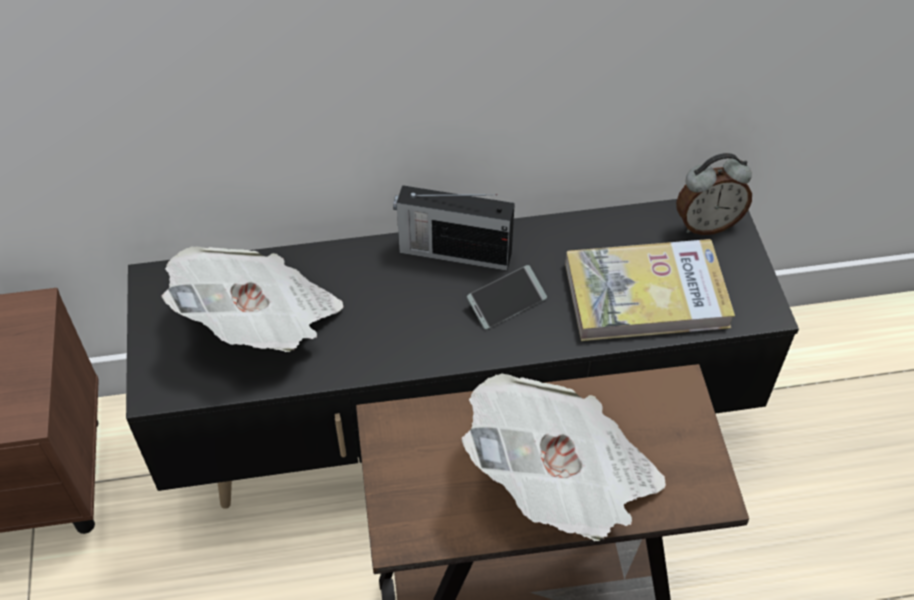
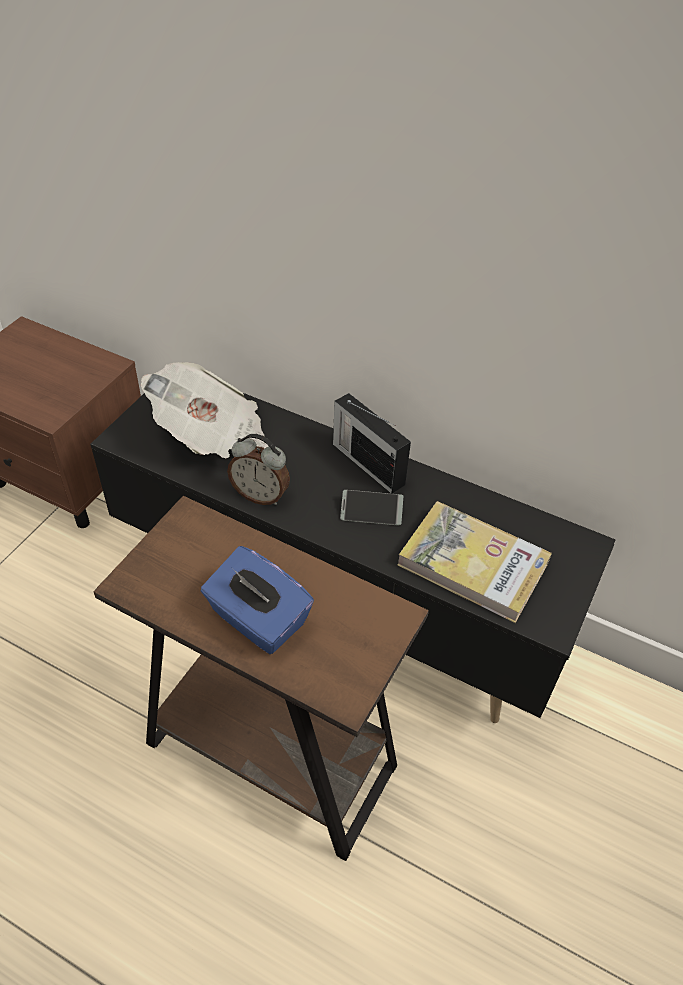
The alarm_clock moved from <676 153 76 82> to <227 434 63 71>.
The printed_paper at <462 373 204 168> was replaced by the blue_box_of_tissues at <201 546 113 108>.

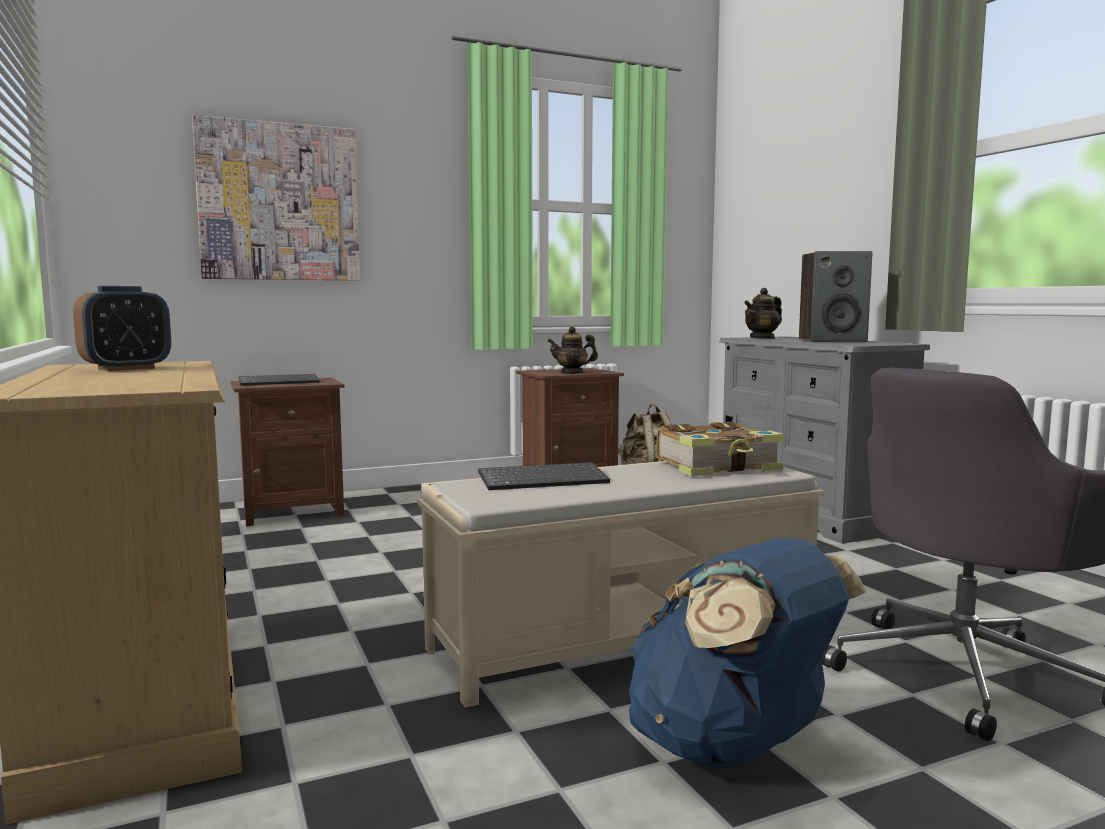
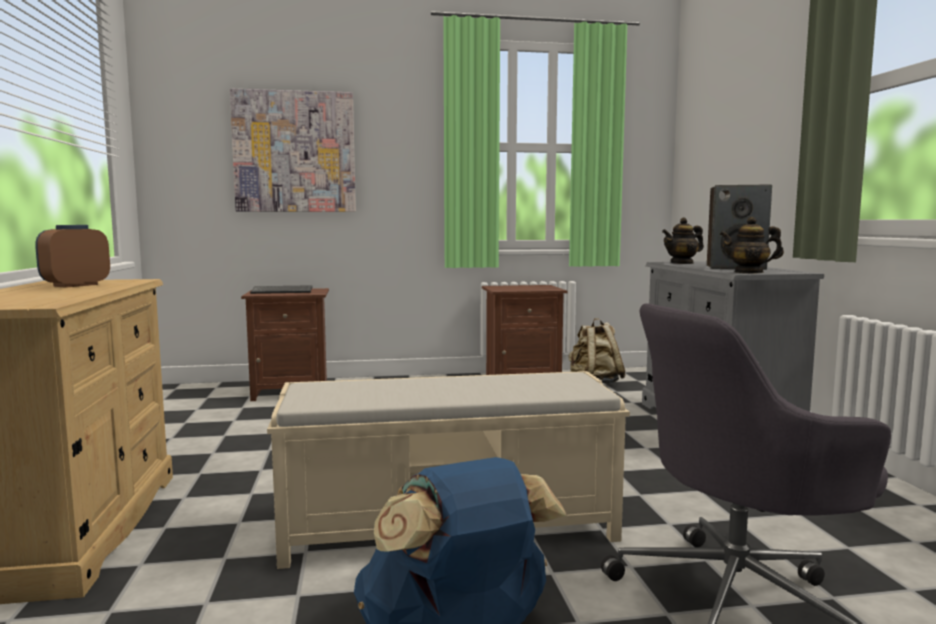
The computer_keyboard at <478 462 132 28> disappeared.
The bound_book at <656 422 129 54> disappeared.
The pot_for_tea moved from <547 326 51 48> to <719 217 65 56>.
The alarm_clock at <73 286 98 85> turned 150 degrees clockwise.

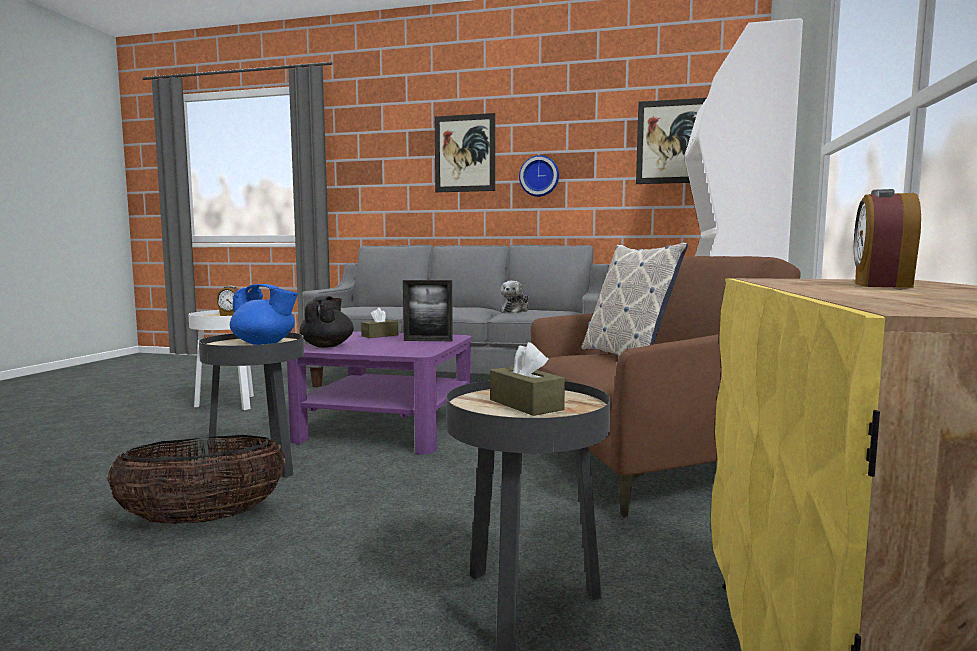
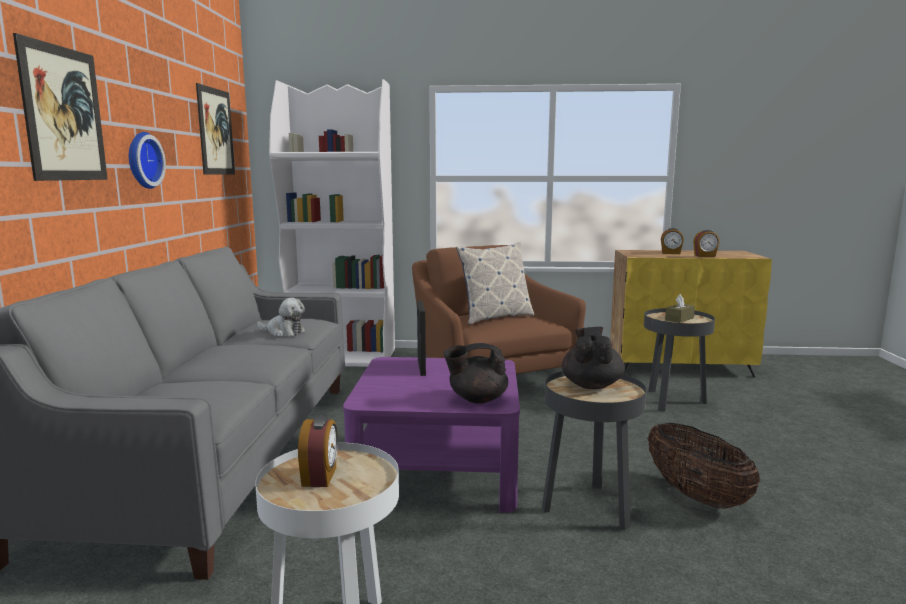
The brown-coloured_box_of_tissues at <361 308 38 30> disappeared.
The alarm_clock at <693 230 26 27> appeared.
The blue_pot_for_tea at <230 284 68 61> became the black_pot_for_tea at <562 327 63 62>.

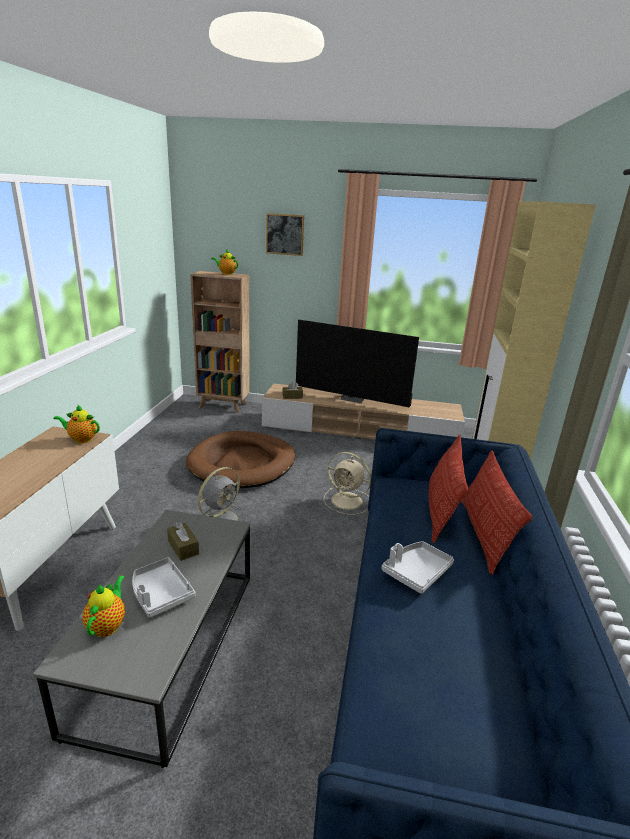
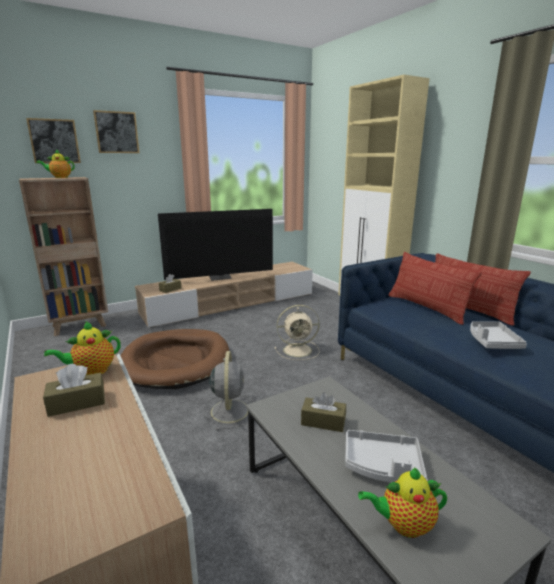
The wall_art at <26 118 55 45> appeared.
The brown-coloured_box_of_tissues at <43 364 62 53> appeared.
The pot_for_tea at <82 575 43 62> turned 60 degrees counterclockwise.

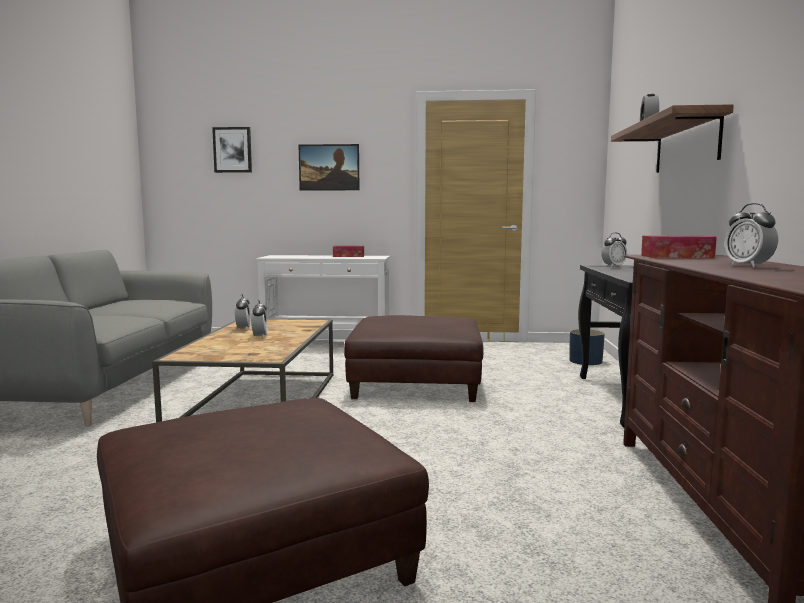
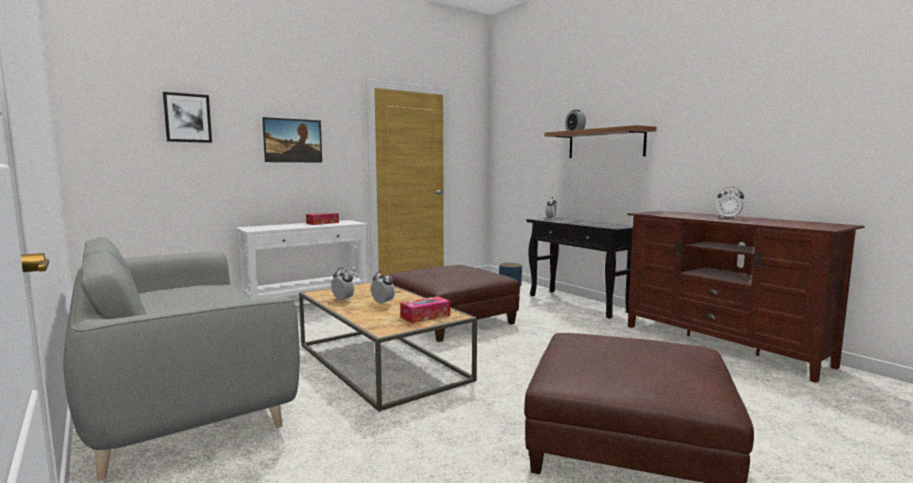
The box_of_tissues moved from <641 236 76 22> to <400 296 50 27>.

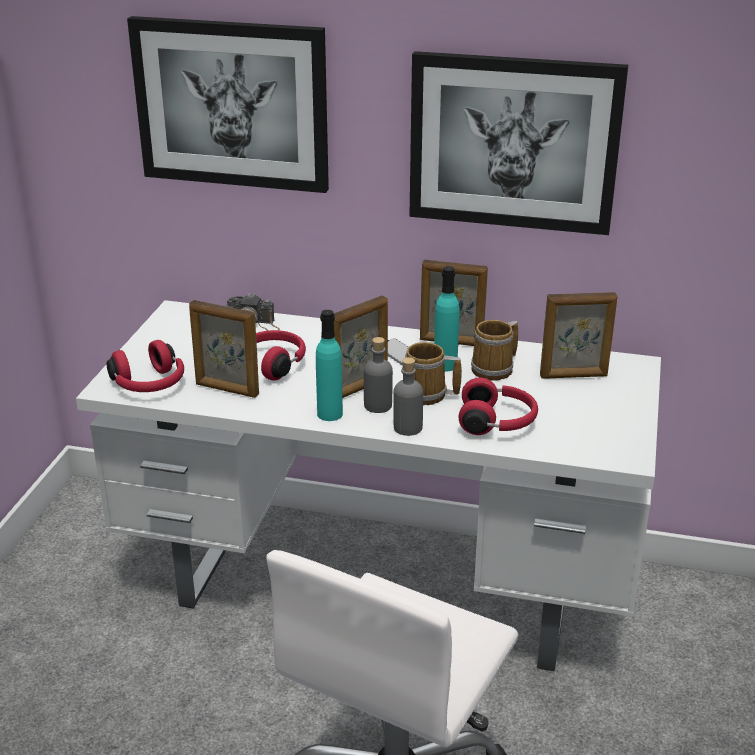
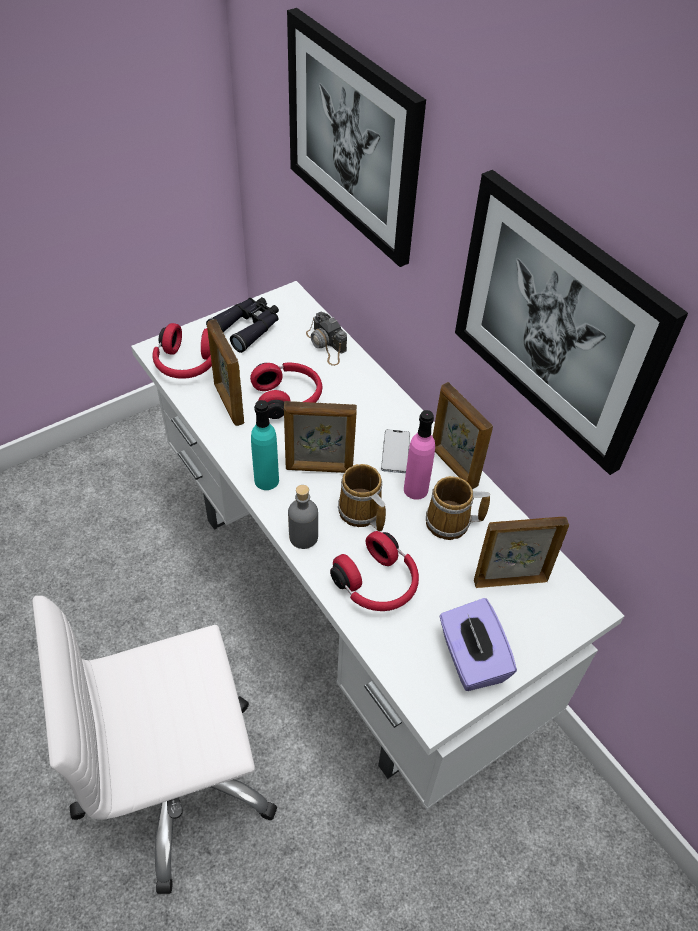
The greyish_beverage_bottle at <364 337 29 76> disappeared.
The black_field_glasses at <206 297 73 56> appeared.
The purple-coloured_box_of_tissues at <439 598 78 93> appeared.
The turquoise-coloured_beverage_bottle at <434 266 25 105> became the pink-coloured_beverage_bottle at <404 410 31 90>.
The picture_frame at <540 292 77 87> turned 135 degrees clockwise.

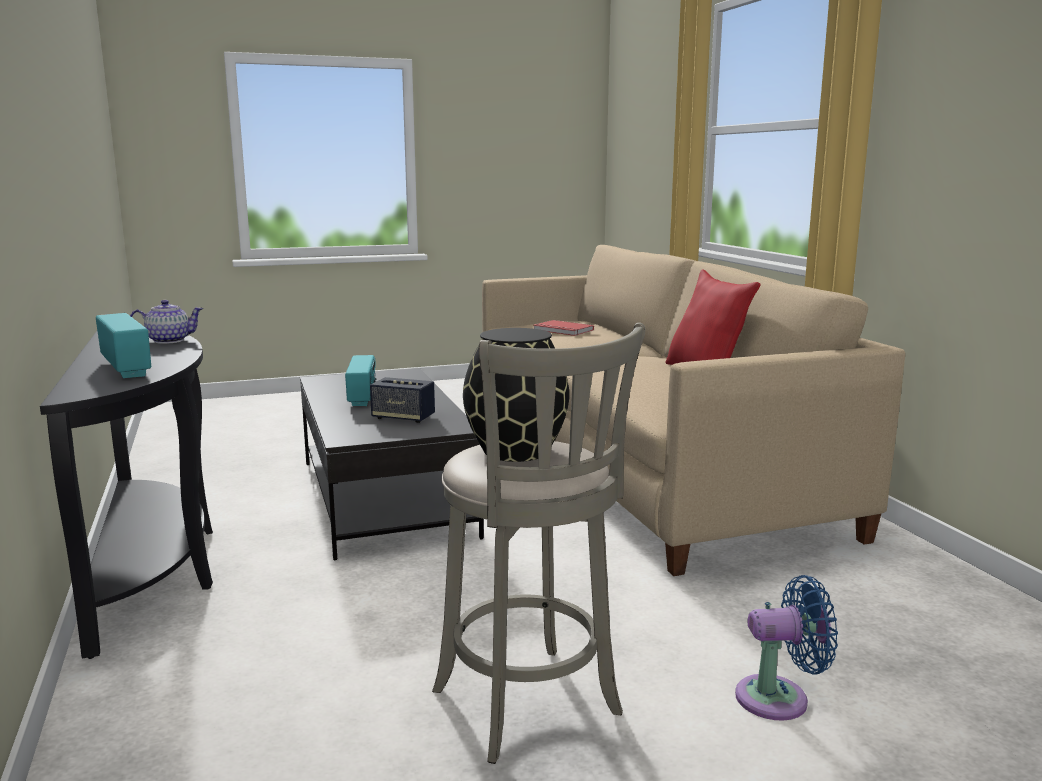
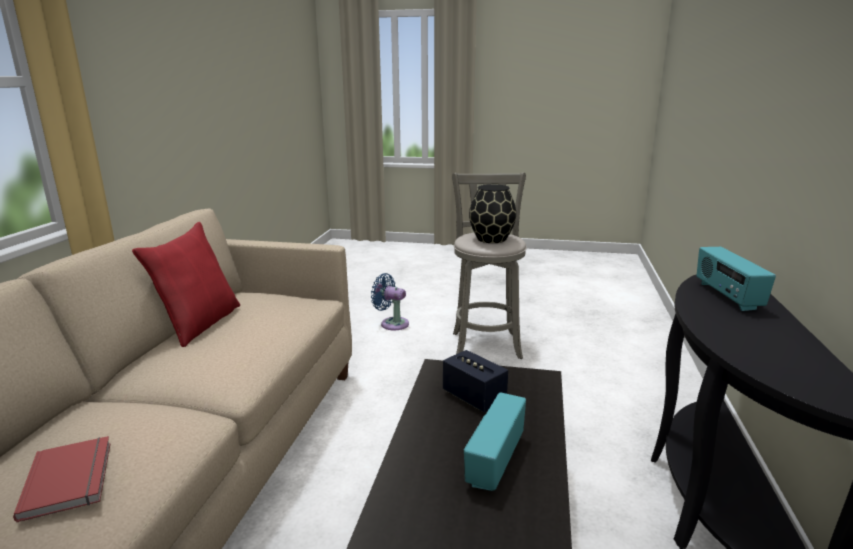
The pot_for_tea at <130 300 73 44> disappeared.

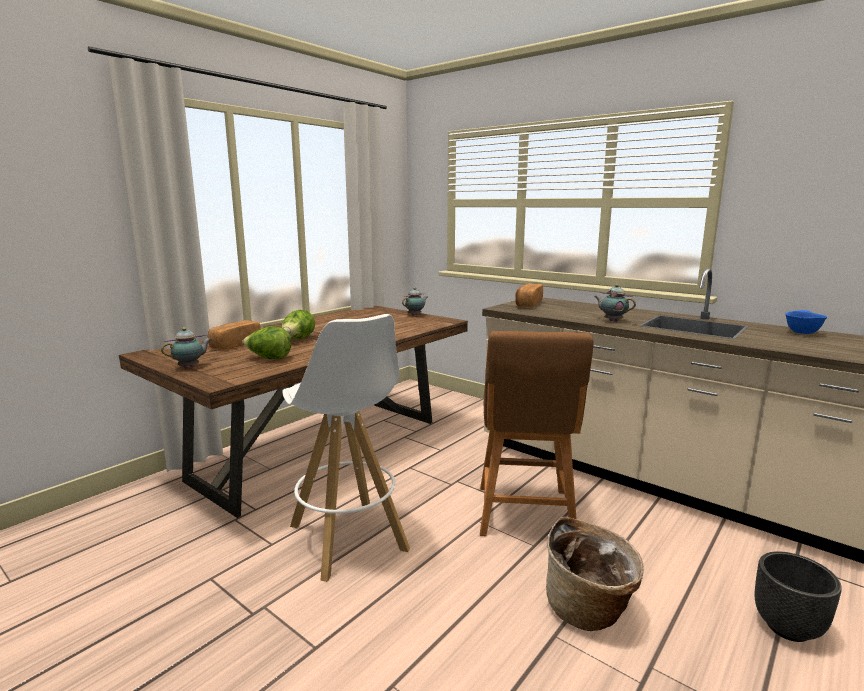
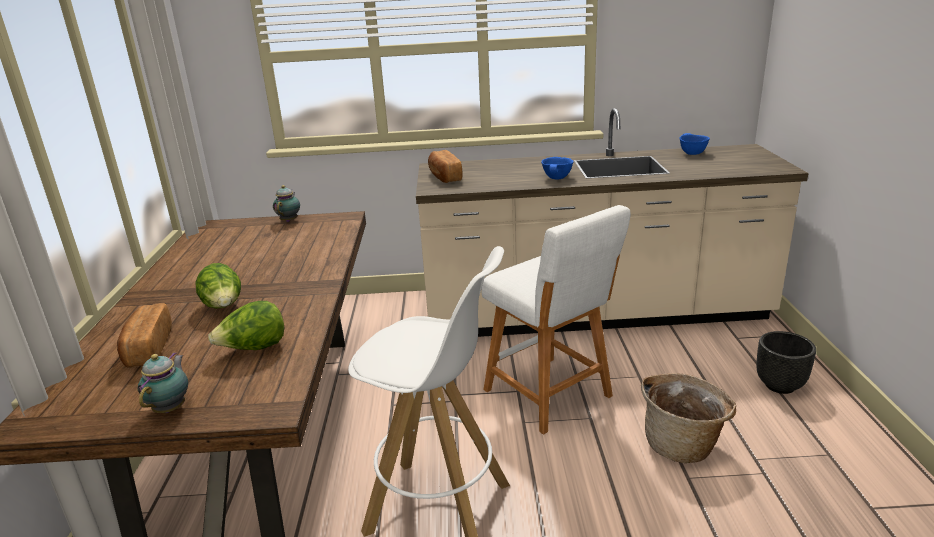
The pot_for_tea at <594 284 42 38> was replaced by the blue_bowl at <541 157 33 22>.
The brown-coloured_sitting_stool at <480 331 114 205> became the white_sitting_stool at <481 205 150 229>.

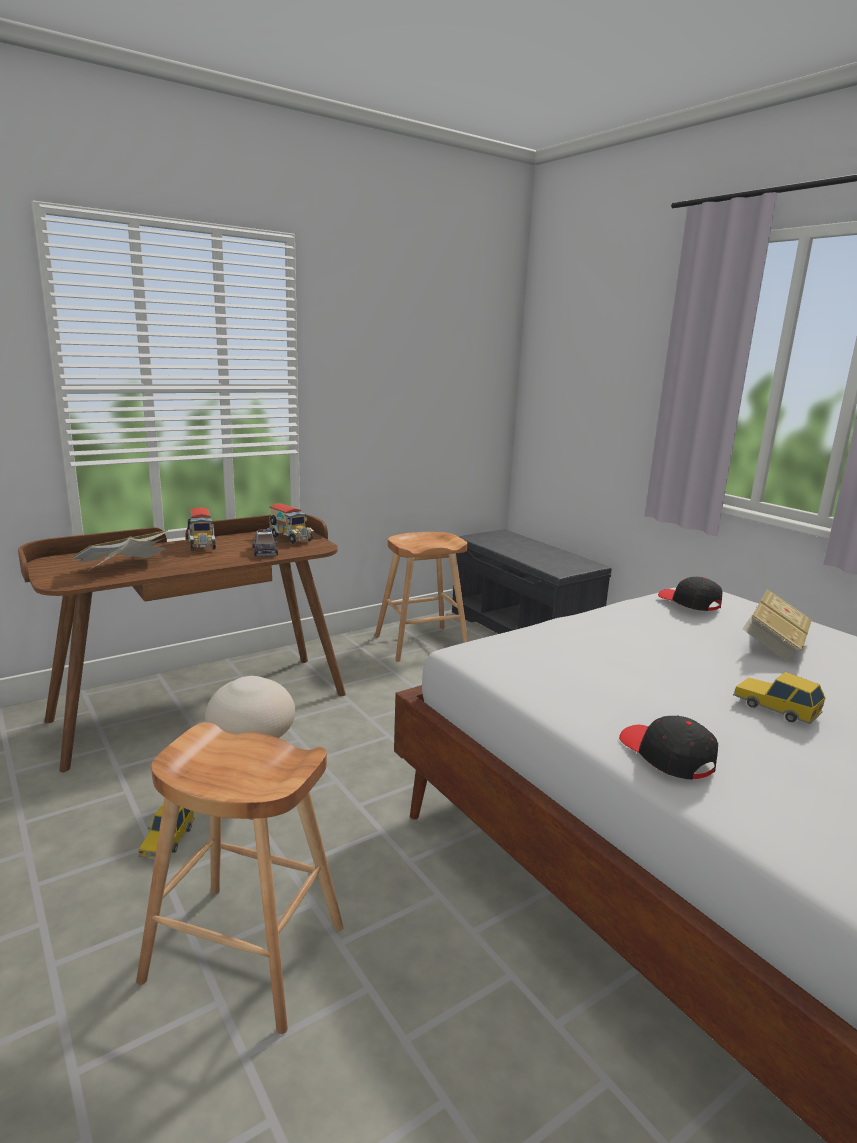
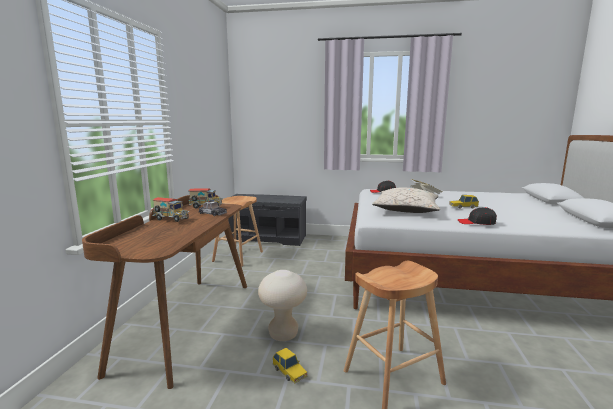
The bound_book at <71 530 97 40> disappeared.
The beige_pillow at <372 187 68 26> appeared.

